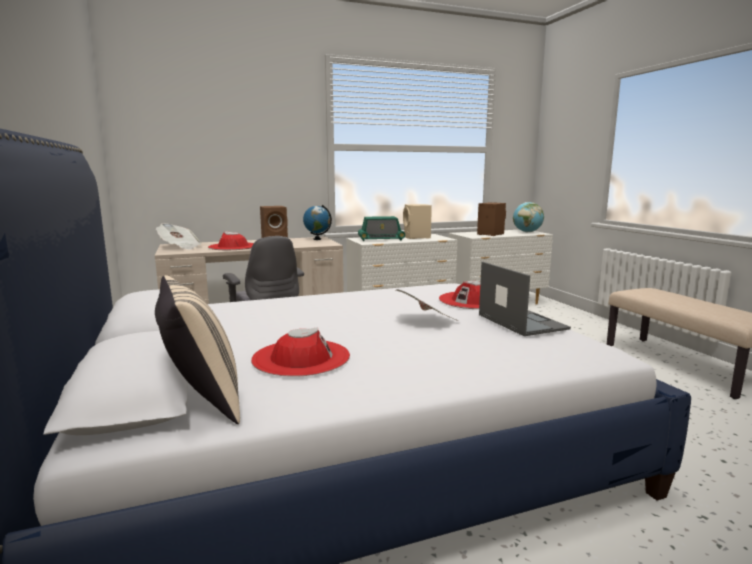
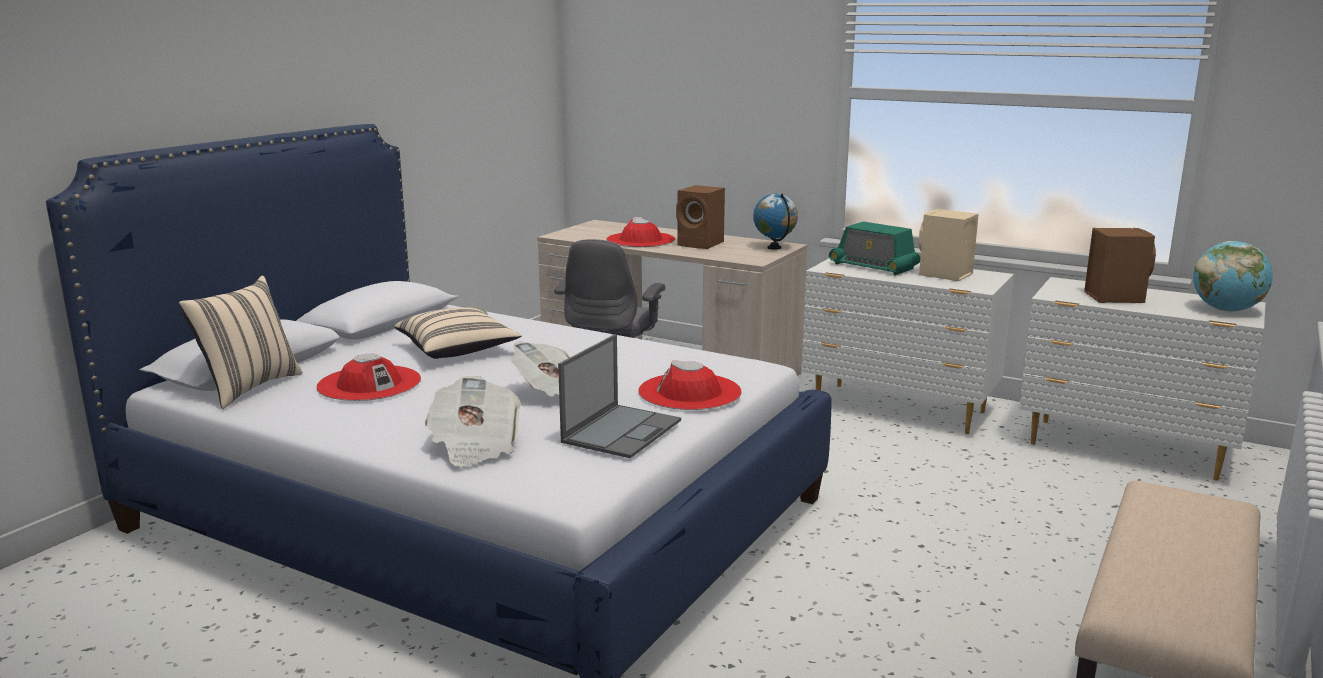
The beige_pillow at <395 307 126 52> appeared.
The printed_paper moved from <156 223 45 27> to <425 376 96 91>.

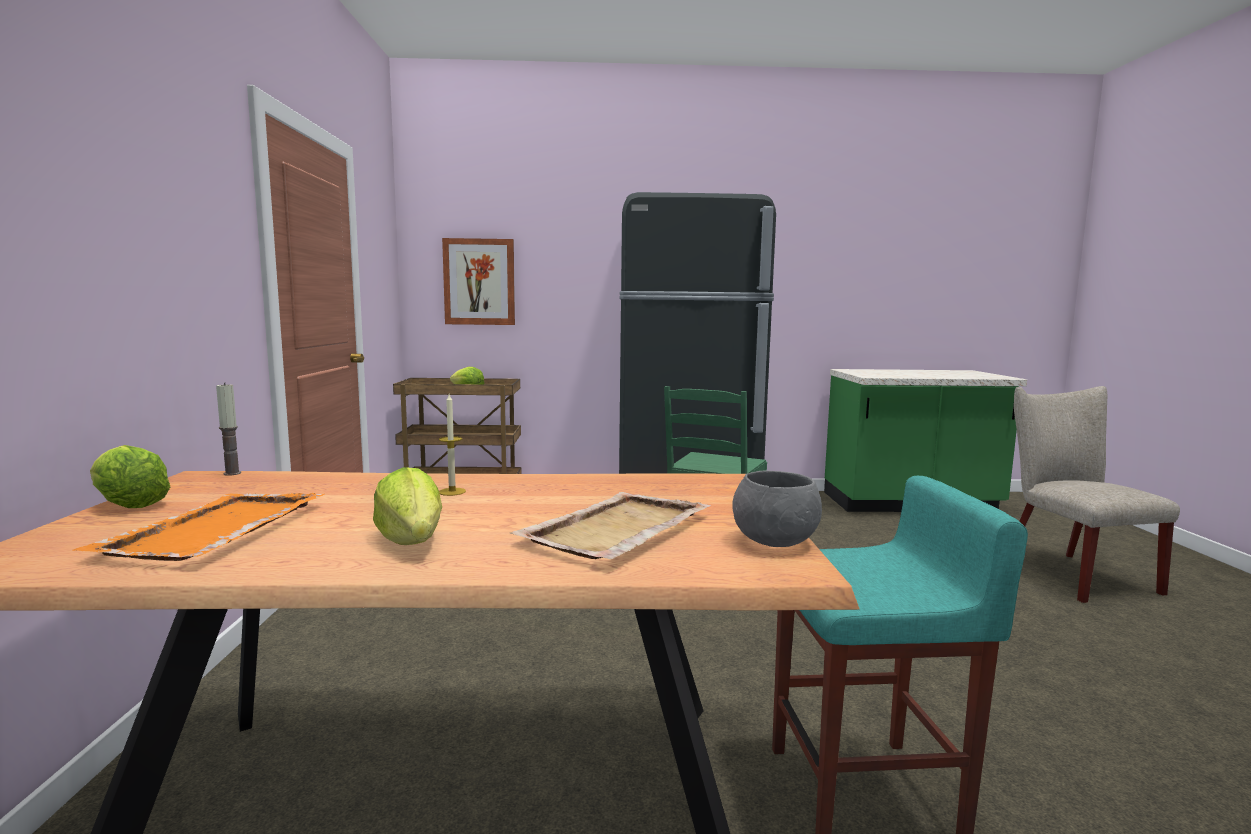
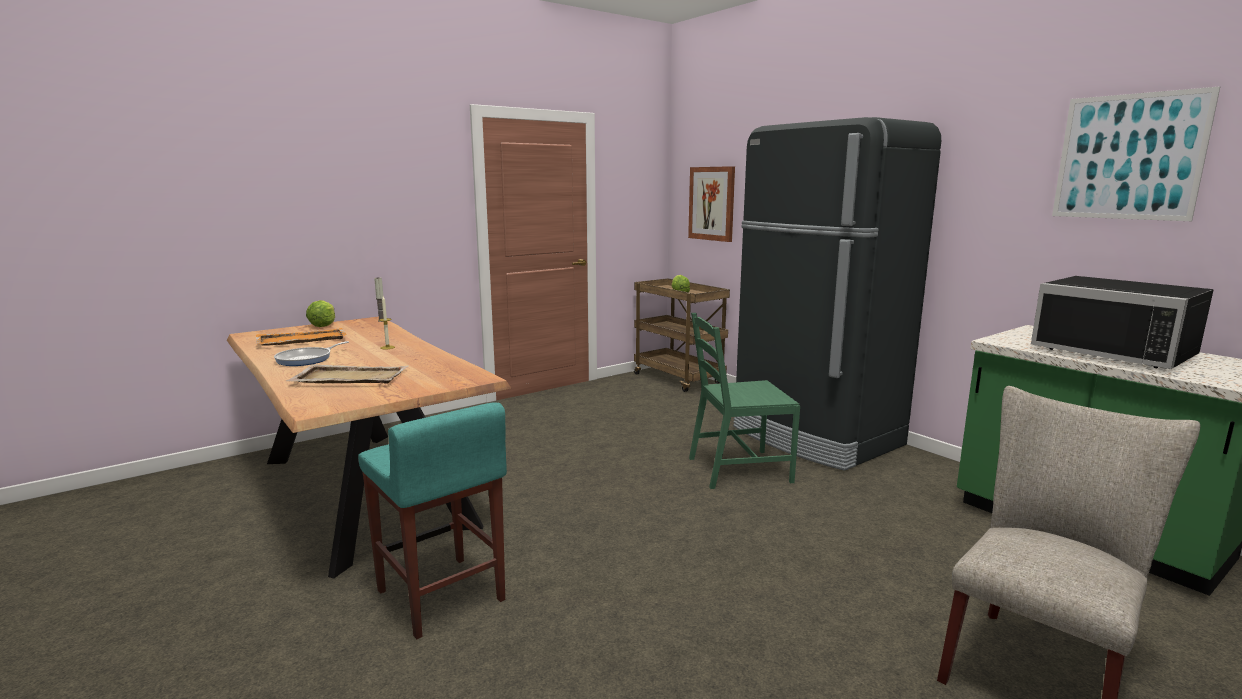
The greyish_bowl at <732 470 90 77> disappeared.
The black_microwave_oven at <1031 276 183 93> appeared.
The wall_art at <1052 86 168 135> appeared.
The lettuce at <373 467 69 78> was replaced by the frying_pan at <274 341 75 25>.

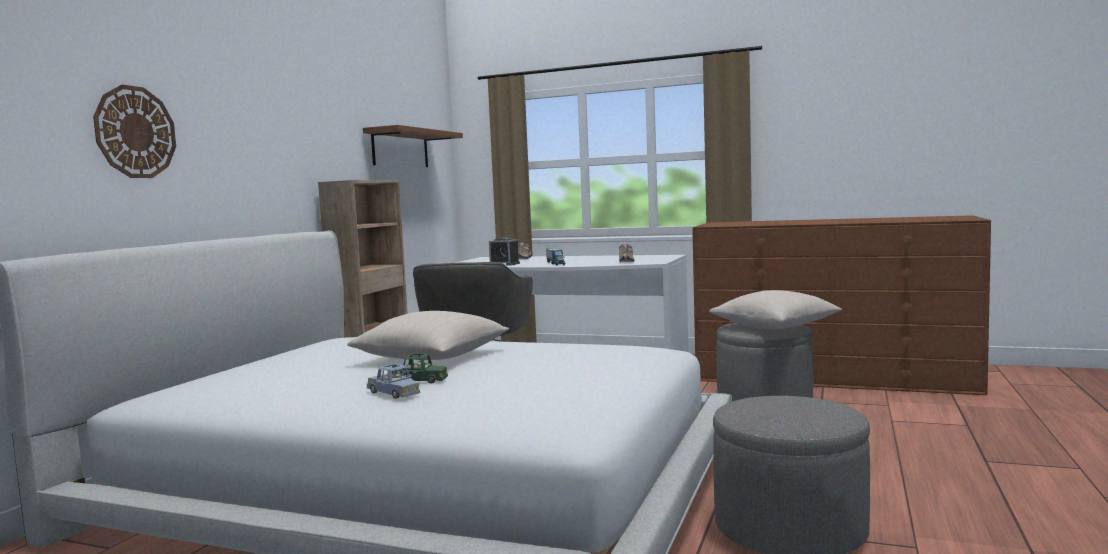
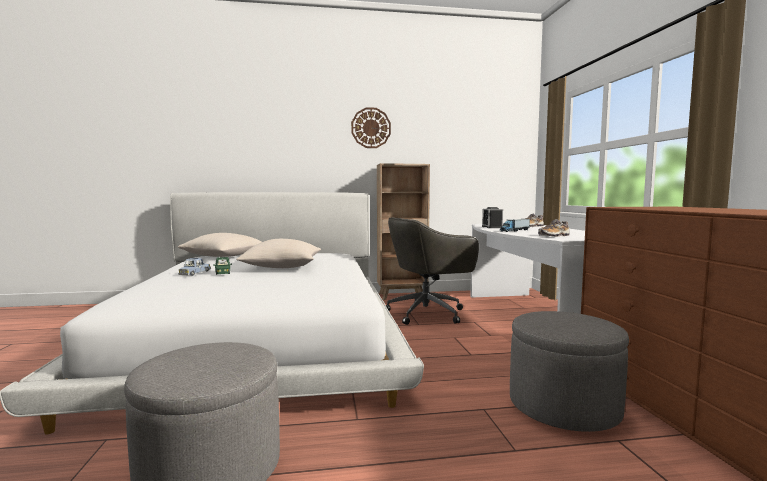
The brown-coloured_bracket_shelf at <363 125 100 42> disappeared.
The wall_clock moved from <93 85 83 93> to <351 107 40 41>.
The beige_pillow moved from <709 290 133 40> to <178 233 83 24>.

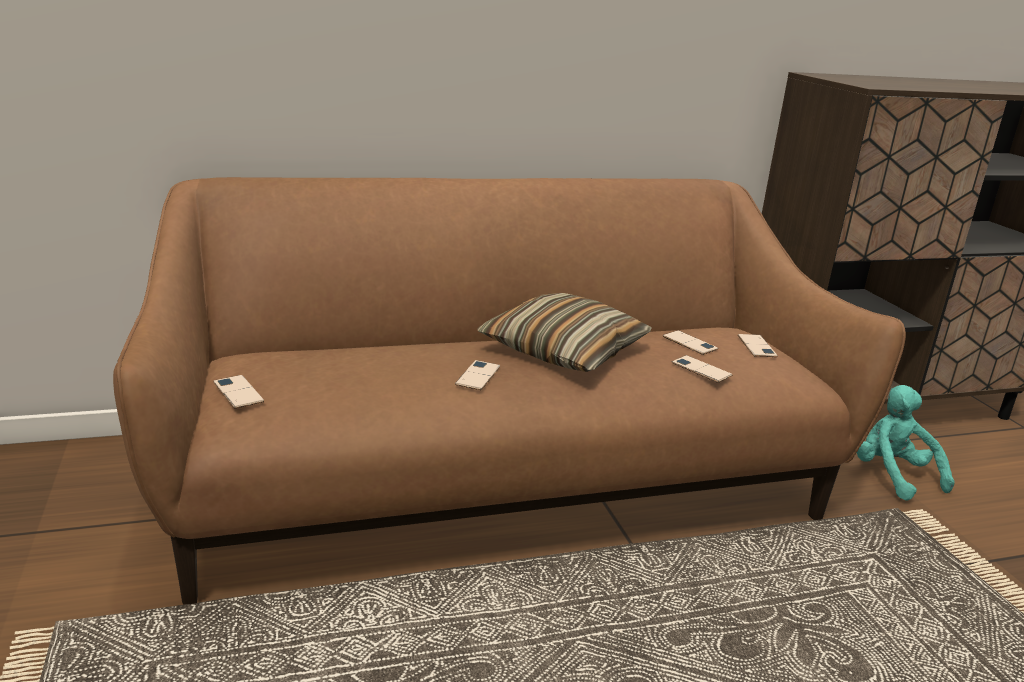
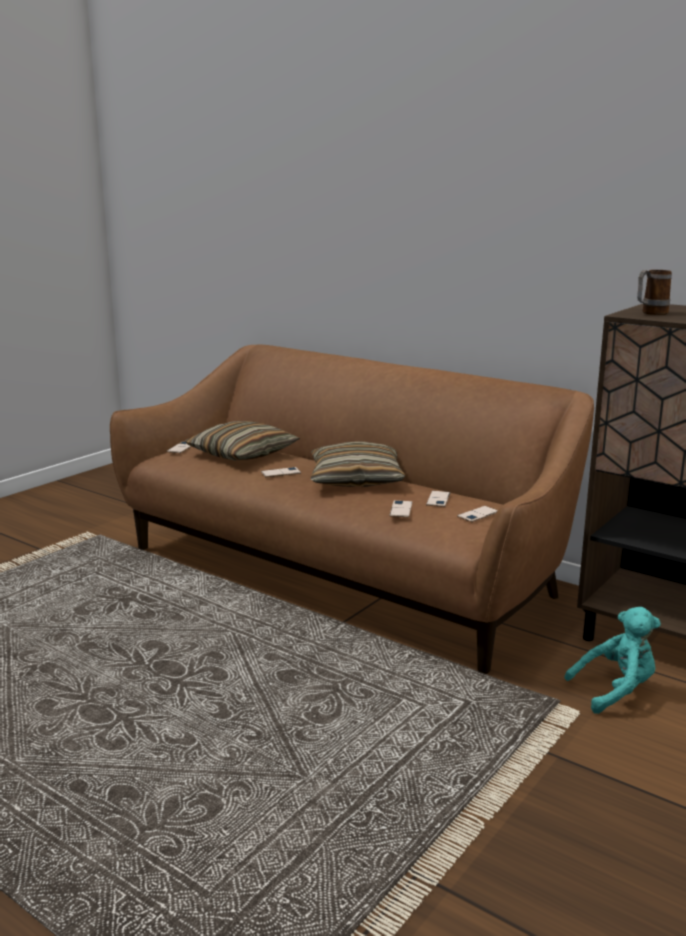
The pillow at <185 421 115 40> appeared.
The coffee_mug at <637 270 35 45> appeared.
The turquoise-coloured_soft_toy at <857 385 98 116> turned 45 degrees clockwise.

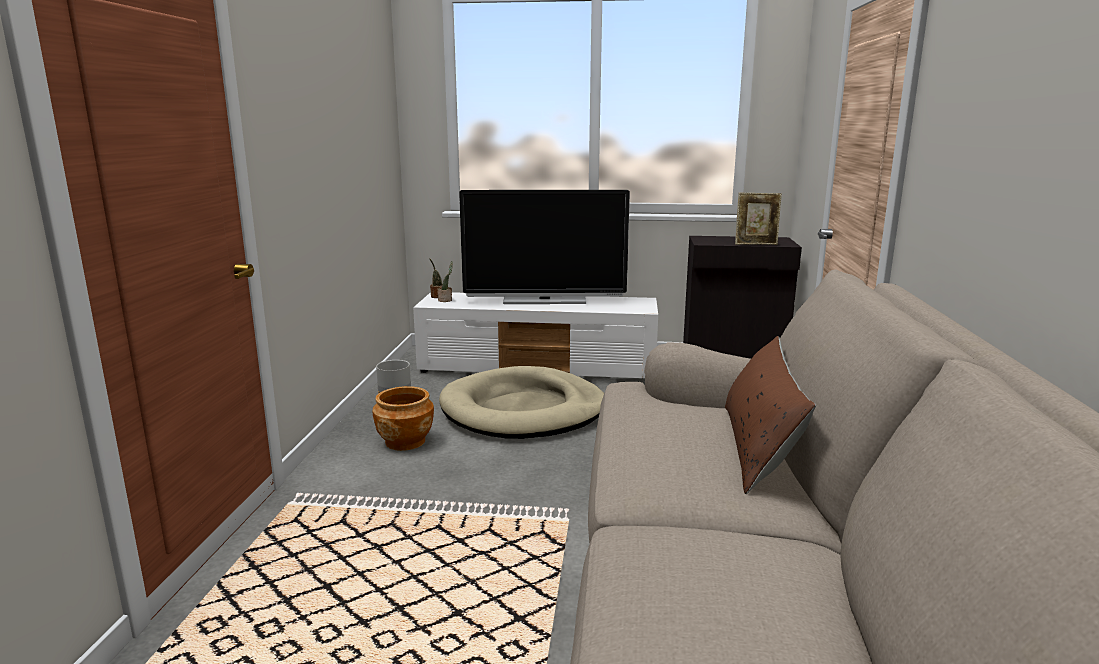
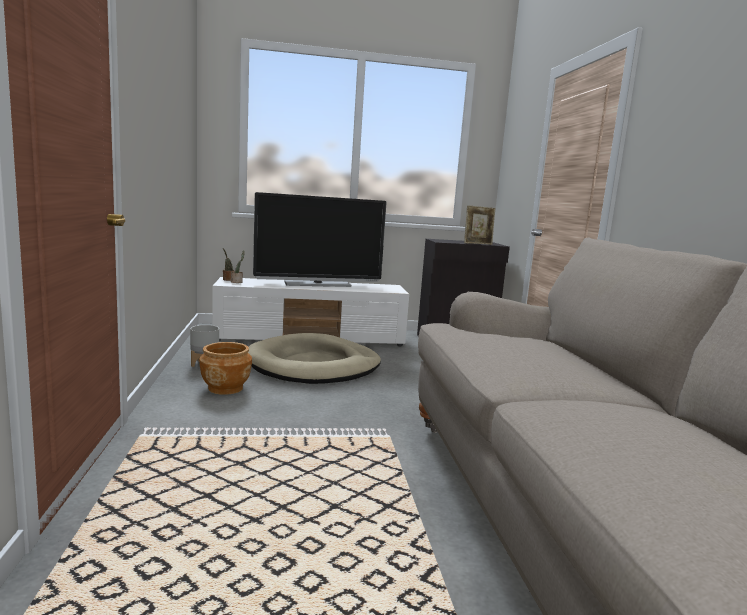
The brown-coloured_pillow at <725 336 91 158> disappeared.

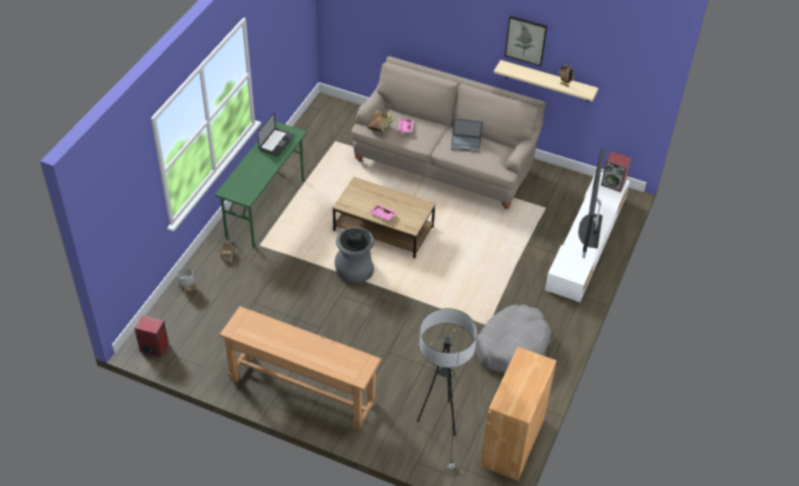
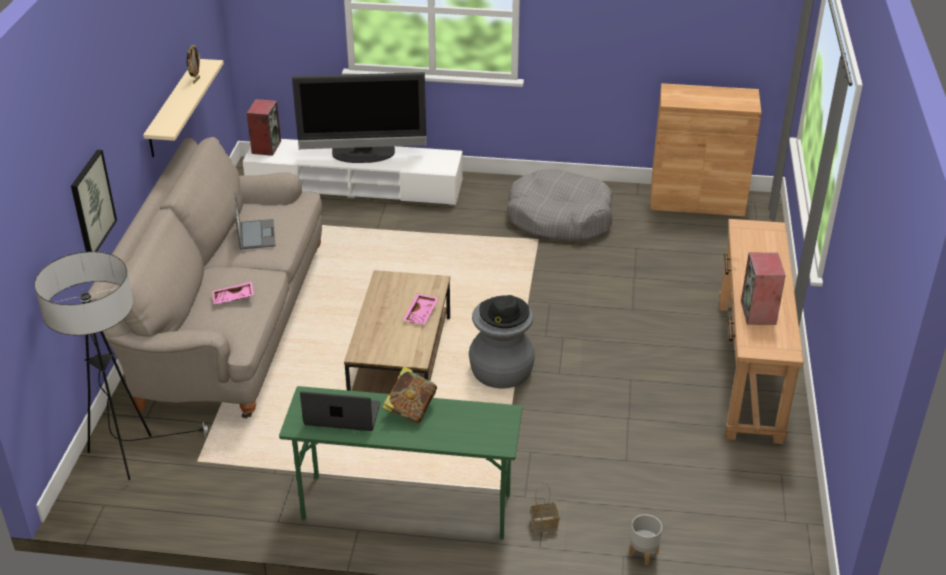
The loudspeaker moved from <134 315 35 42> to <741 253 45 72>.
The bound_book moved from <367 111 28 22> to <382 366 55 58>.
The standard_lamp moved from <417 308 60 162> to <34 251 177 229>.
The wall_art moved from <505 16 42 50> to <71 150 46 102>.

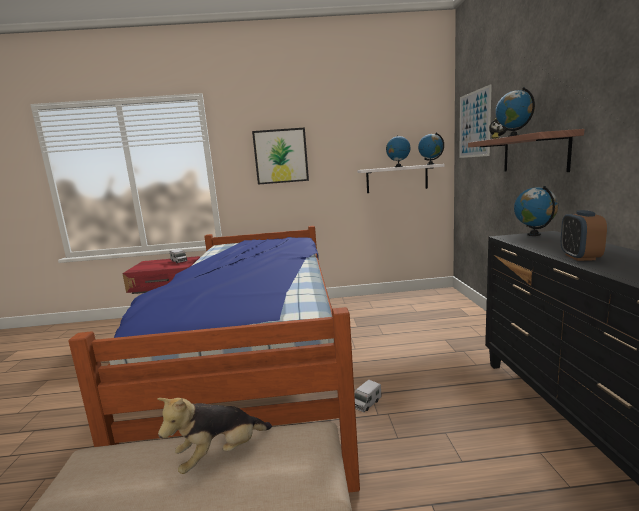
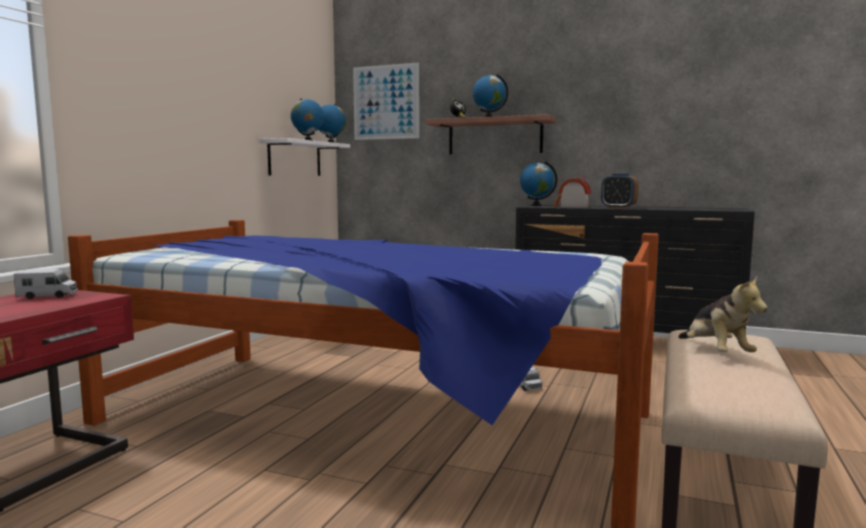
The wall_art at <252 127 57 58> disappeared.
The model_house at <554 176 37 32> appeared.

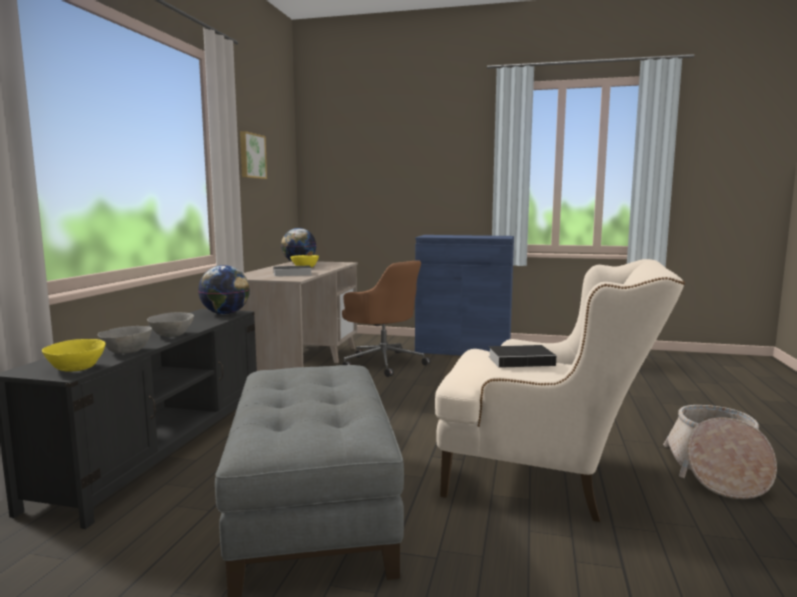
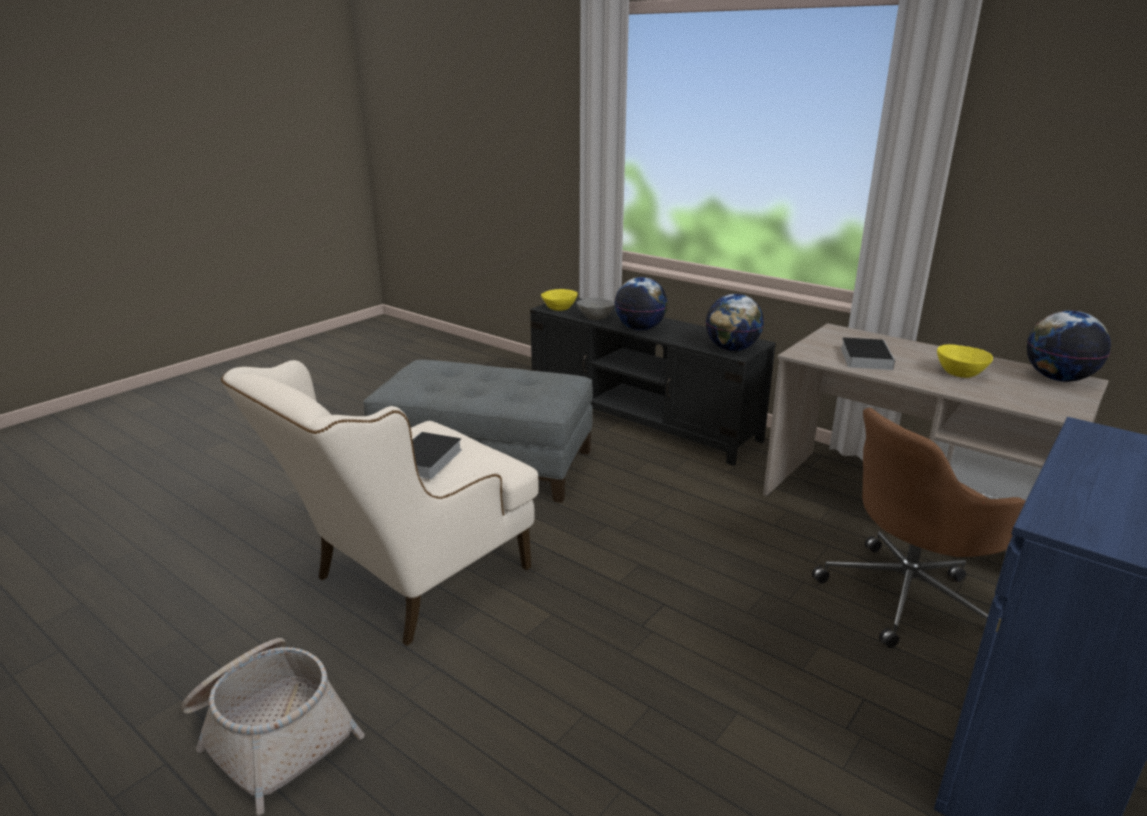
The wall_art at <240 131 27 48> disappeared.
The greyish_bowl at <147 312 47 25> was replaced by the desk_globe at <614 277 54 54>.

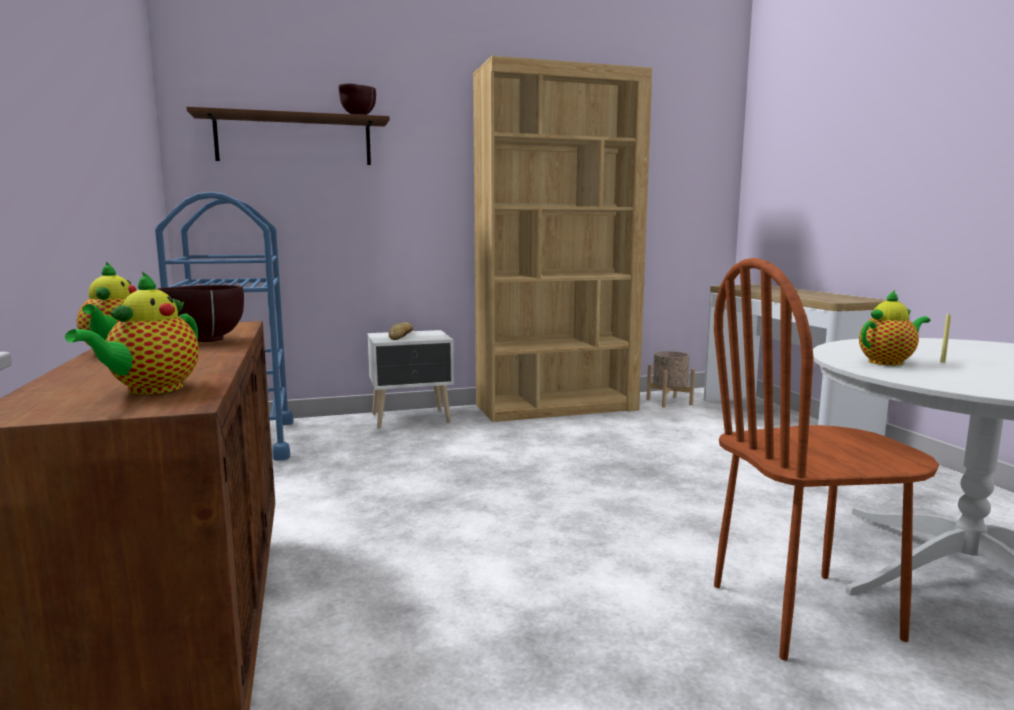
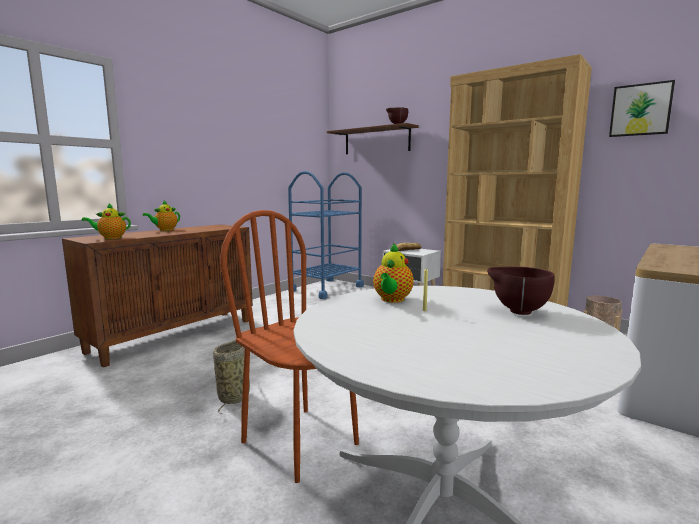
The household_basket at <213 340 37 74> appeared.
The wall_art at <609 80 66 57> appeared.
The brown-coloured_bowl moved from <157 285 87 57> to <487 266 68 49>.
The pot_for_tea at <859 290 71 76> turned 75 degrees clockwise.

